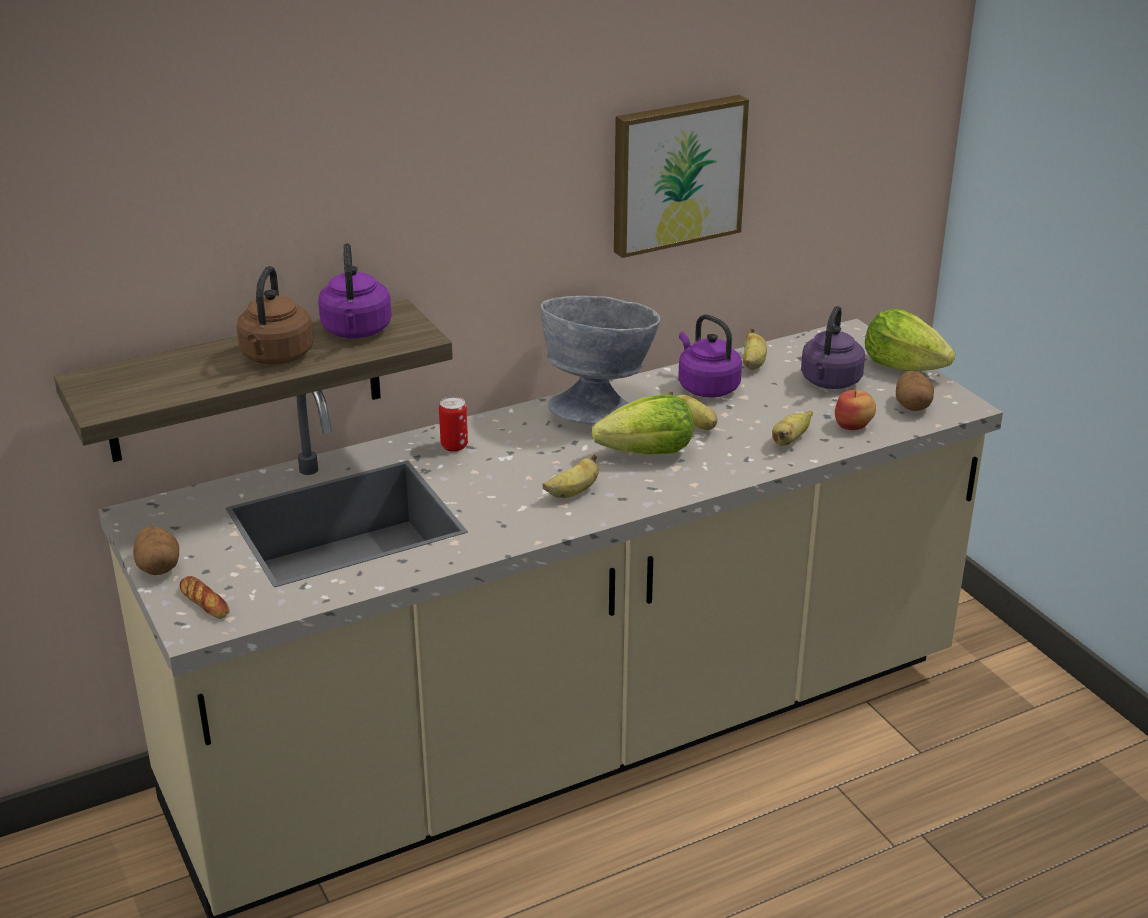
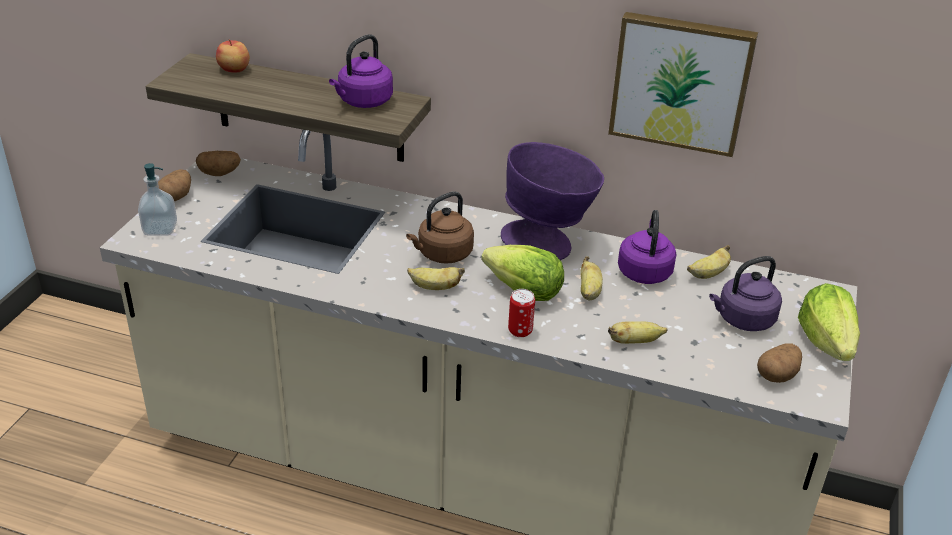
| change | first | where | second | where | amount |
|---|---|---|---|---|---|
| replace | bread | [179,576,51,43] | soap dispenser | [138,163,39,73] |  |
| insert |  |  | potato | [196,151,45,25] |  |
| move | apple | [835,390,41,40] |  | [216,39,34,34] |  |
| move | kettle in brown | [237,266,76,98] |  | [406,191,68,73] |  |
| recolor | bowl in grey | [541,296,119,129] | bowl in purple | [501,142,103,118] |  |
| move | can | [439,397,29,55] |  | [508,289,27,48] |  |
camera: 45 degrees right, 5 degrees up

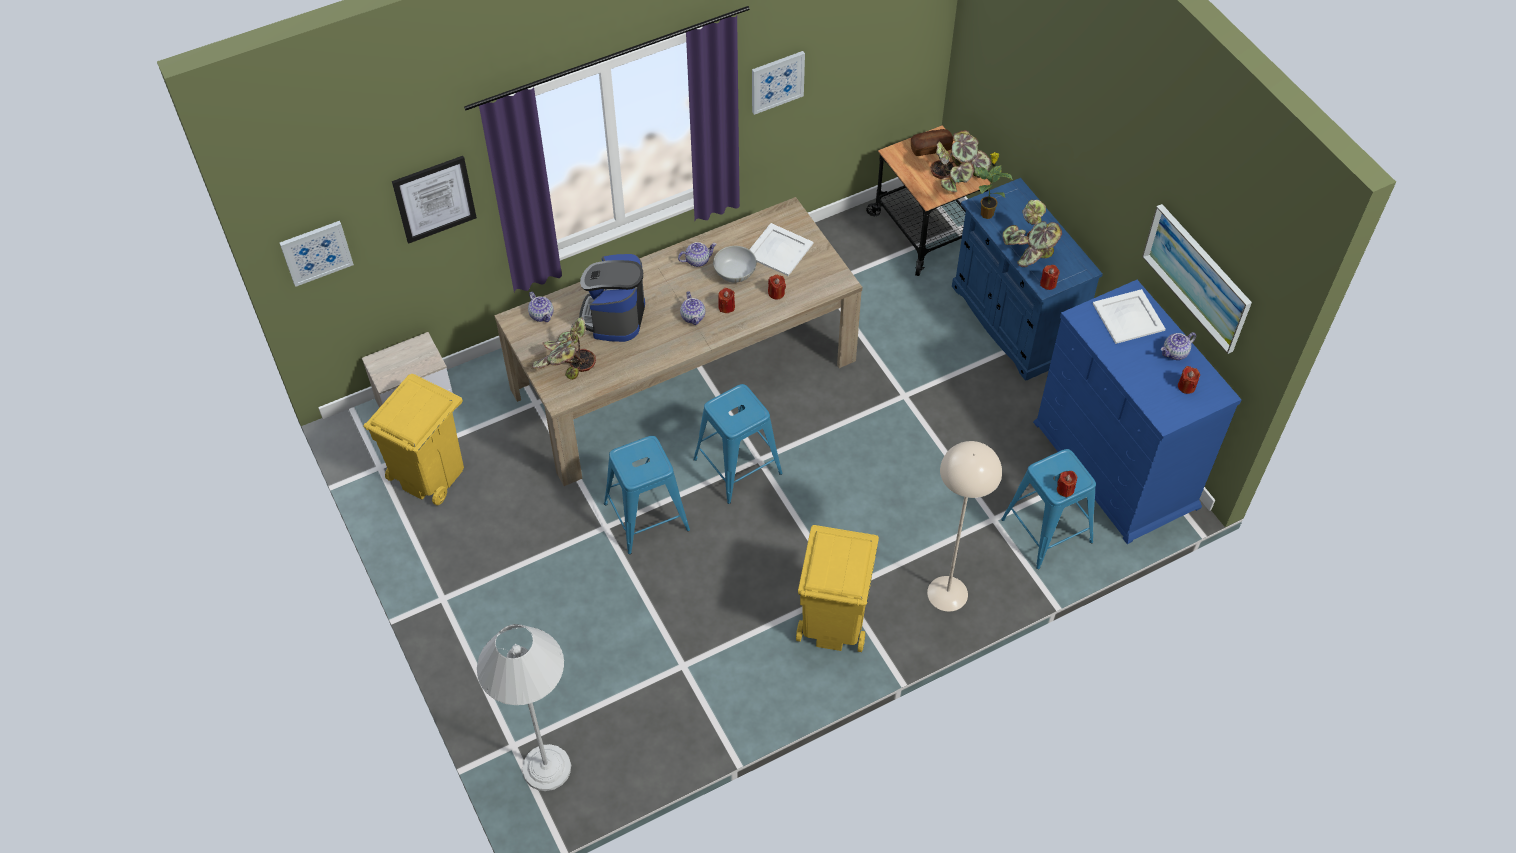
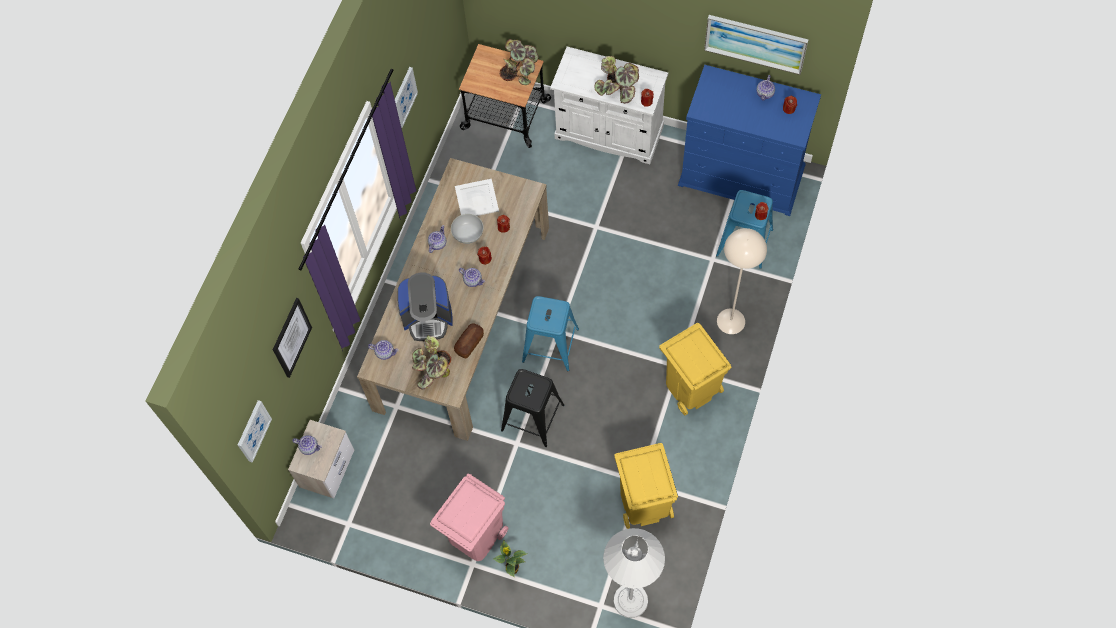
| change | first | where | second | where | amount |
|---|---|---|---|---|---|
| insert |  |  | teapot | [292,435,30,20] |  |
| rotate | coffee machine | [579,254,66,88] |  | [397,272,56,69] | 60 degrees counterclockwise |
| insert |  |  | trash can in pink | [430,473,78,88] |  |
| move | bread | [911,129,42,27] |  | [454,323,30,35] |  |
| move | potted plant | [976,152,37,67] |  | [493,540,34,37] |  |
| recolor | stool in blue | [604,436,86,118] | stool in black | [501,369,63,78] |  |
| recolor | cabinet in blue | [952,178,151,203] | cabinet in white | [550,47,118,117] |  |
| move | trash can in yellow | [363,374,101,131] |  | [614,443,64,86] |  |
| delete | tray in white | [1093,289,73,55] |  |  |  |
camera: 40 degrees left, 10 degrees up

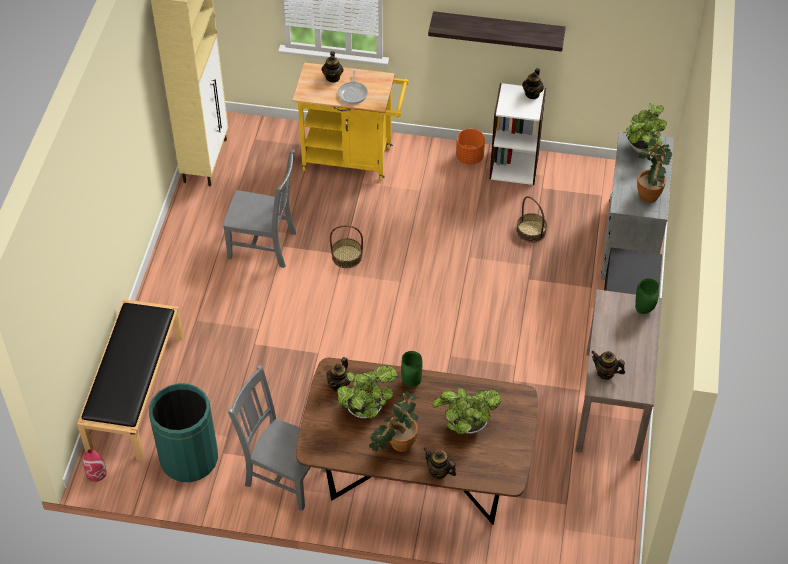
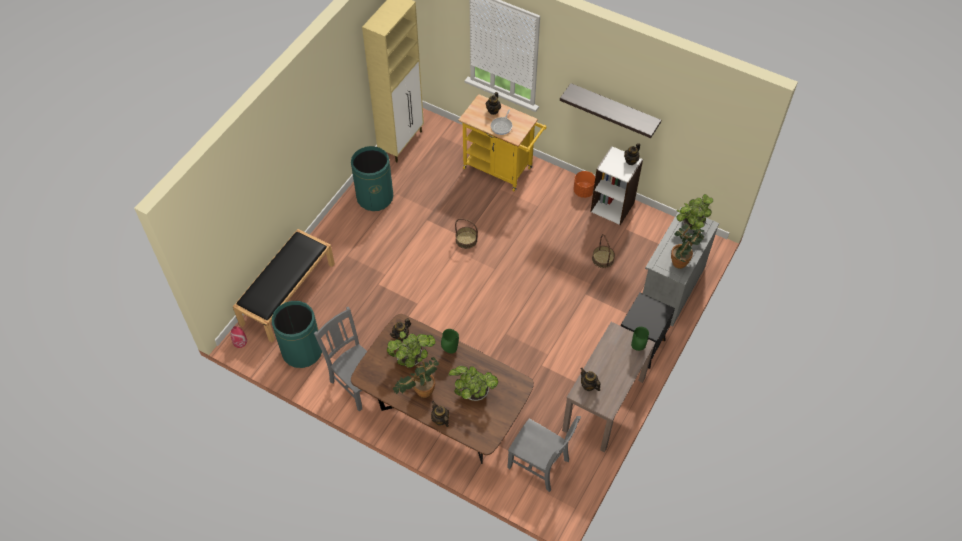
| change | first | where | second | where | amount |
|---|---|---|---|---|---|
| insert |  |  | trash can in green | [351,146,42,65] |  |
| move | chair in grey | [223,150,73,118] |  | [507,416,74,76] |  |
camera: 20 degrees right, 5 degrees up

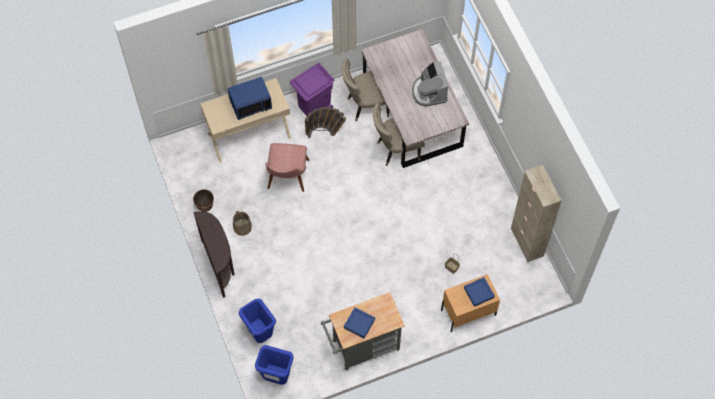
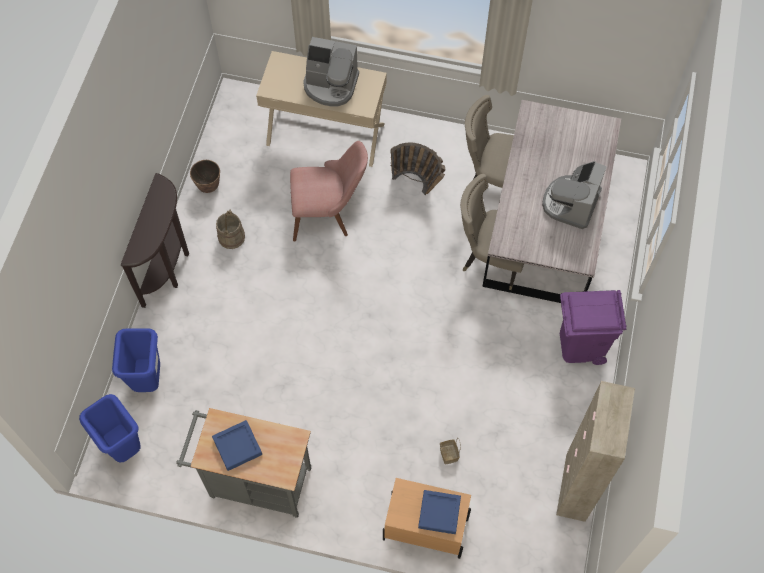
| change | first | where | second | where | amount |
|---|---|---|---|---|---|
| rotate | chair in pink | [266,143,43,49] |  | [290,141,78,100] | 135 degrees counterclockwise |
| replace | microwave in blue | [228,77,44,43] | coffee machine | [303,37,56,70] |  |
| move | trash can in purple | [289,62,45,54] |  | [560,290,67,75] |  |
camera: 35 degrees right, 0 degrees up

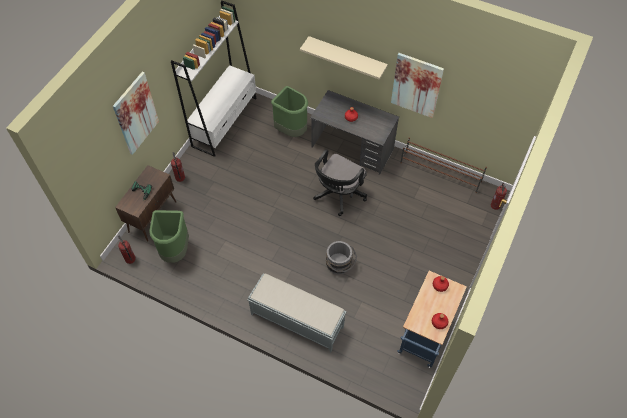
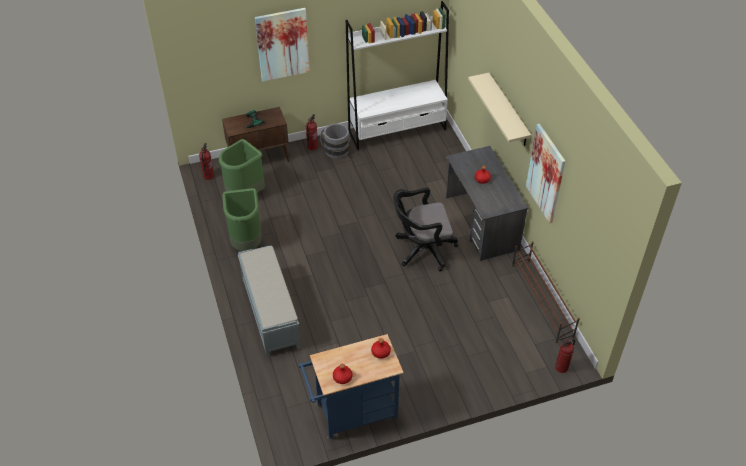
| change | first | where | second | where | amount |
|---|---|---|---|---|---|
| move | trash can in green | [271,86,37,51] |  | [222,188,40,63] |  |
| move | bucket in grey | [326,241,31,33] |  | [320,123,31,36] |  |
camera: 45 degrees right, 10 degrees down

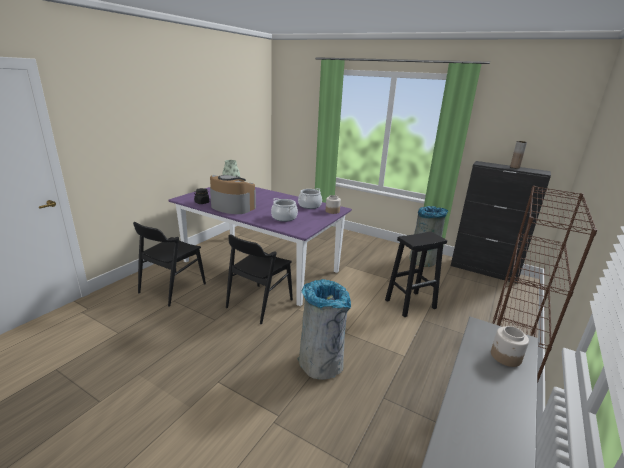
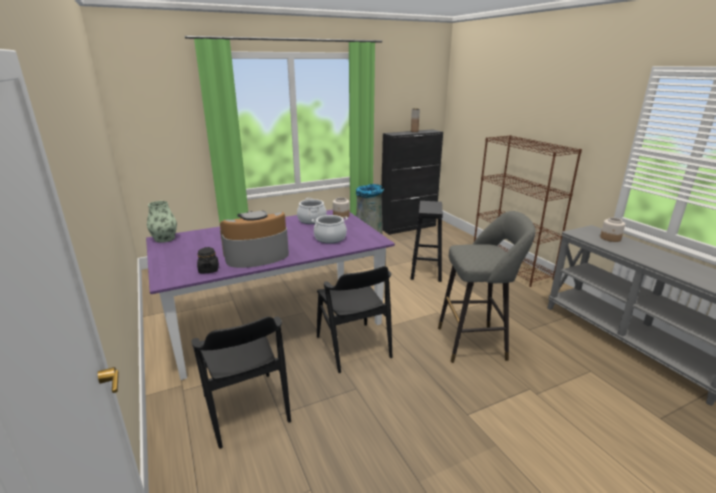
| change | first | where | second | where | amount |
|---|---|---|---|---|---|
| replace | trash can in grey | [297,279,54,101] | stool in grey | [438,211,98,152] |  |
camera: 55 degrees left, 0 degrees up

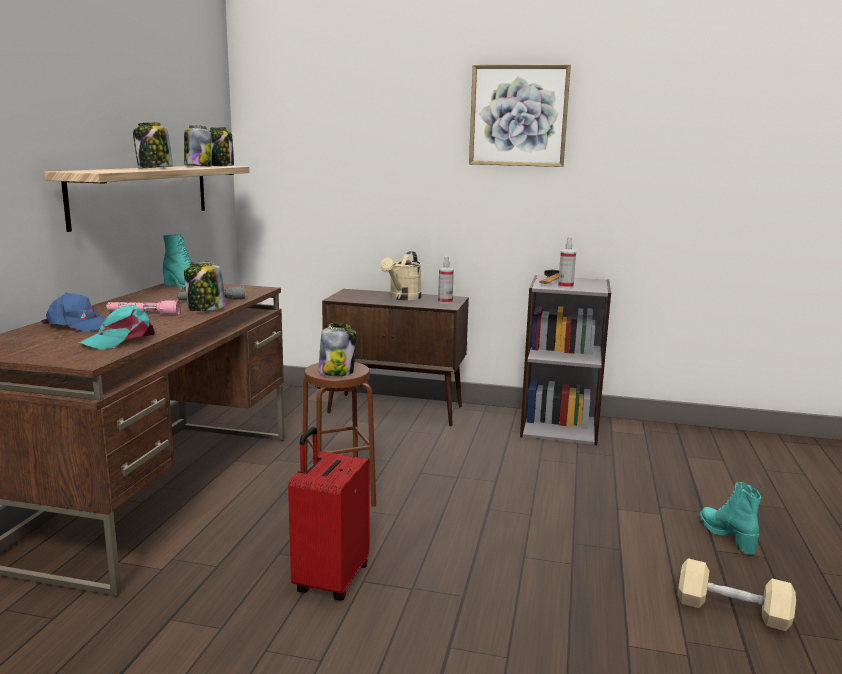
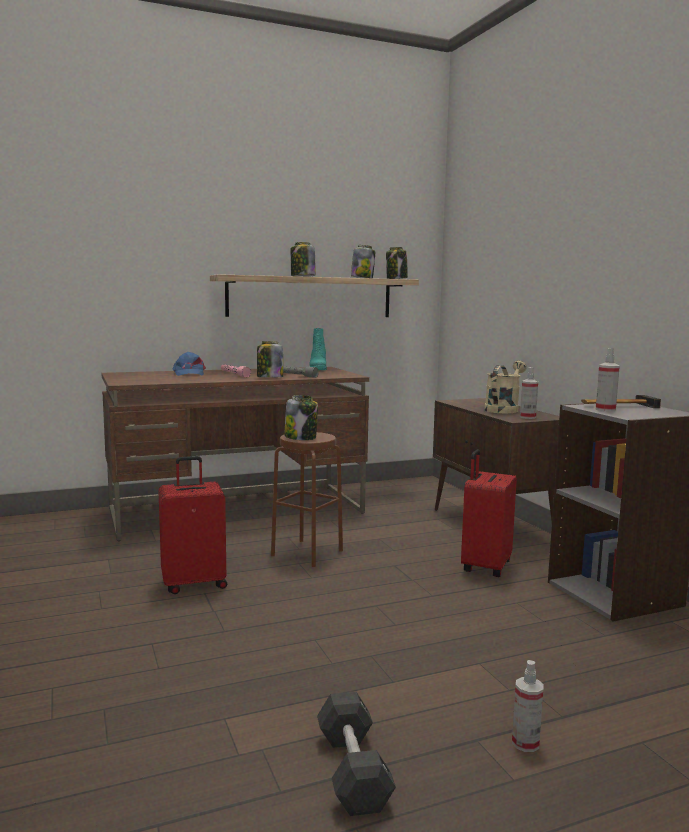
| change | first | where | second | where | amount |
|---|---|---|---|---|---|
| recolor | dumbbell in beige | [678,558,118,73] | dumbbell in black | [317,692,79,124] |  |
| insert |  |  | suitcase in red | [461,449,56,128] |  |
| rotate | watering can in beige | [380,251,41,49] |  | [484,360,43,53] | 135 degrees clockwise |
| replace | boot in turquoise | [700,482,61,73] | spray bottle | [512,660,32,92] |  |
| delete | cap in turquoise | [79,305,76,45] |  |  |  |
| delete | picture | [469,65,102,102] |  |  |  |
camera: 55 degrees right, 5 degrees down

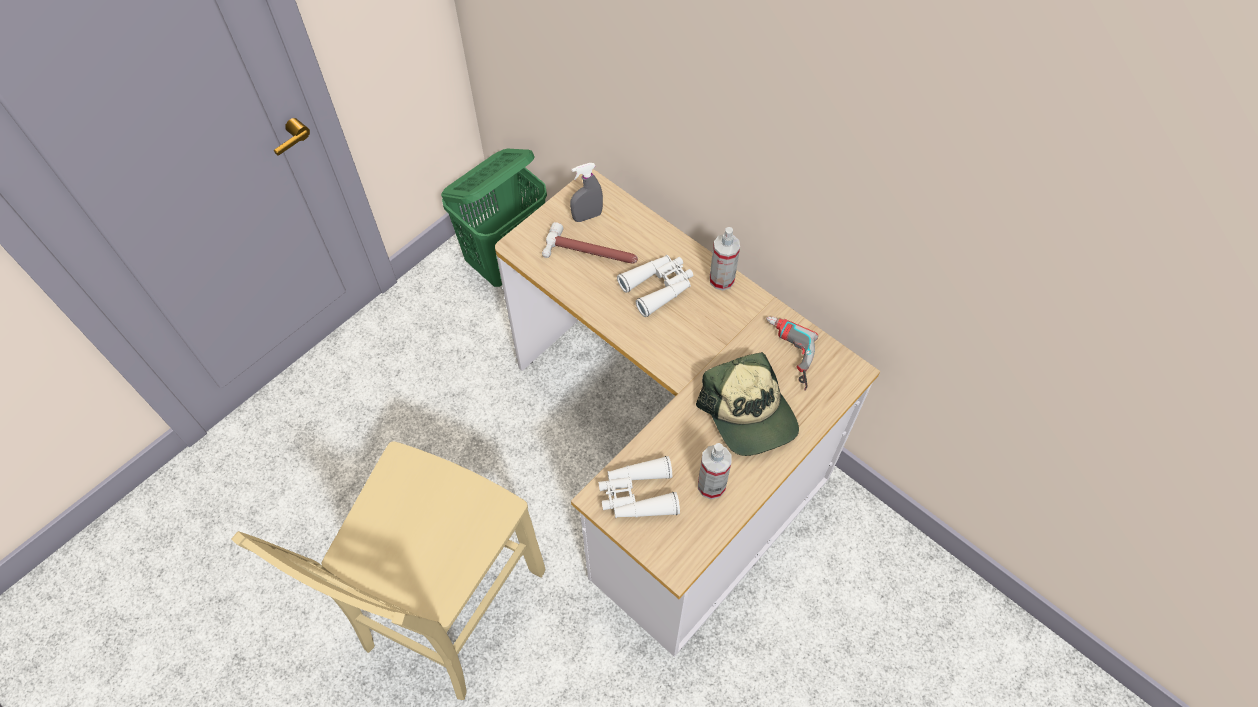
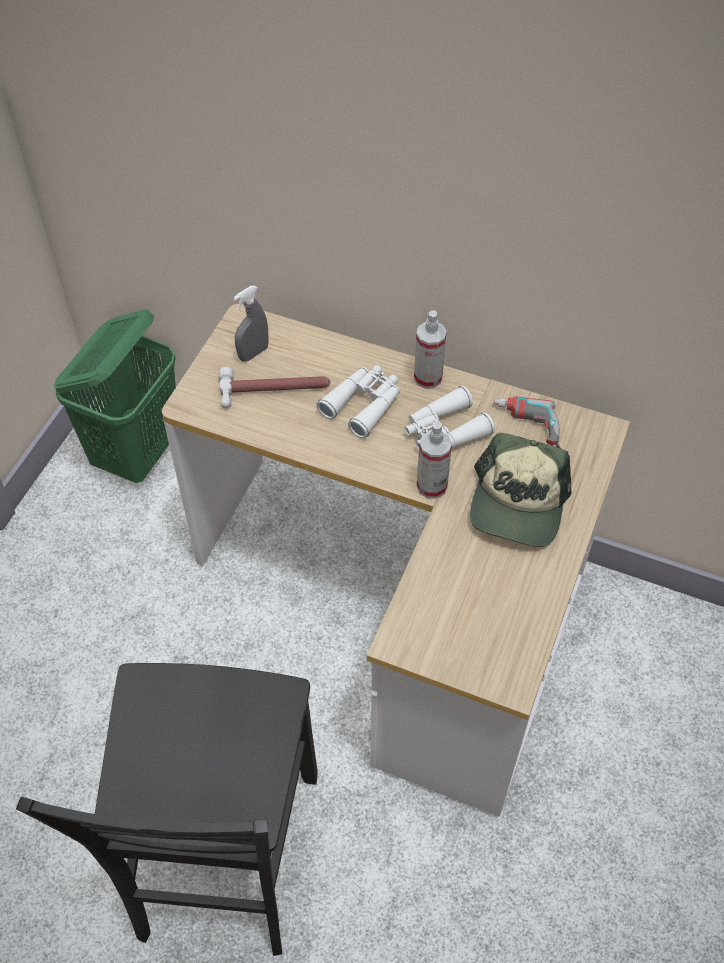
| change | first | where | second | where | amount |
|---|---|---|---|---|---|
| recolor | chair in beige | [232,441,313,259] | chair in black | [16,663,302,293] |  |
| move | binoculars in white | [599,456,81,62] |  | [404,386,91,64] |  |
| move | spray bottle | [698,443,34,56] |  | [417,421,35,78] |  |
| rotate | cap | [696,352,103,104] |  | [470,433,101,114] | 60 degrees clockwise |
camera: 20 degrees left, 5 degrees down

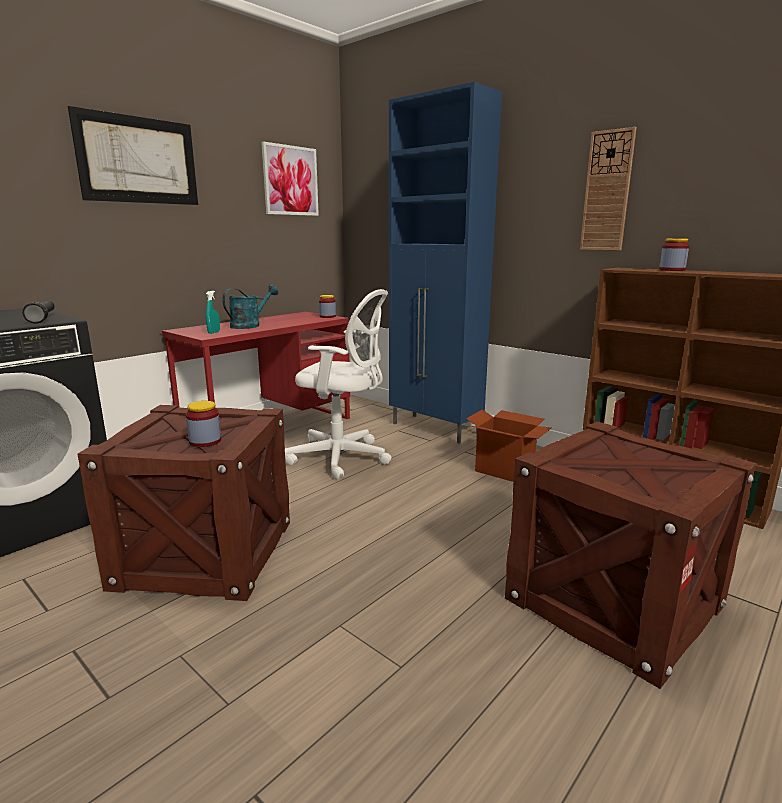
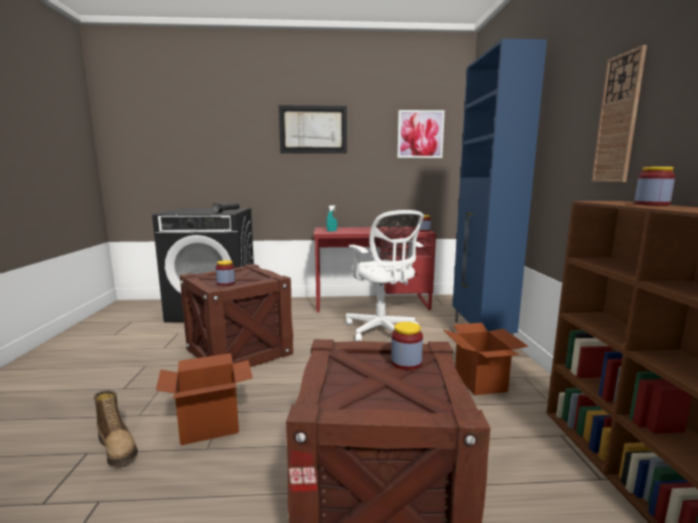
| change | first | where | second | where | amount |
|---|---|---|---|---|---|
| insert |  |  | boot | [94,390,44,76] |  |
| insert |  |  | cardboard box | [156,353,97,92] |  |
| insert |  |  | jar | [391,322,32,48] |  |
| delete | watering can in turquoise | [222,285,56,44] |  |  |  |
camera: 45 degrees right, 5 degrees down

